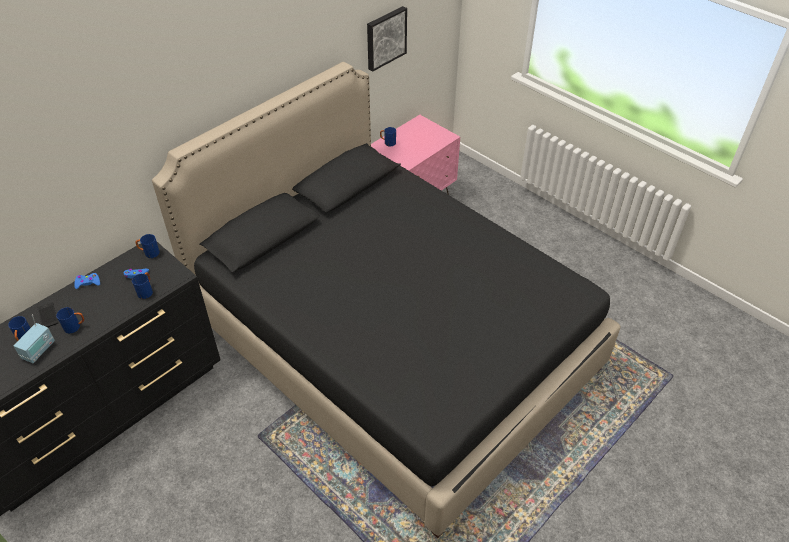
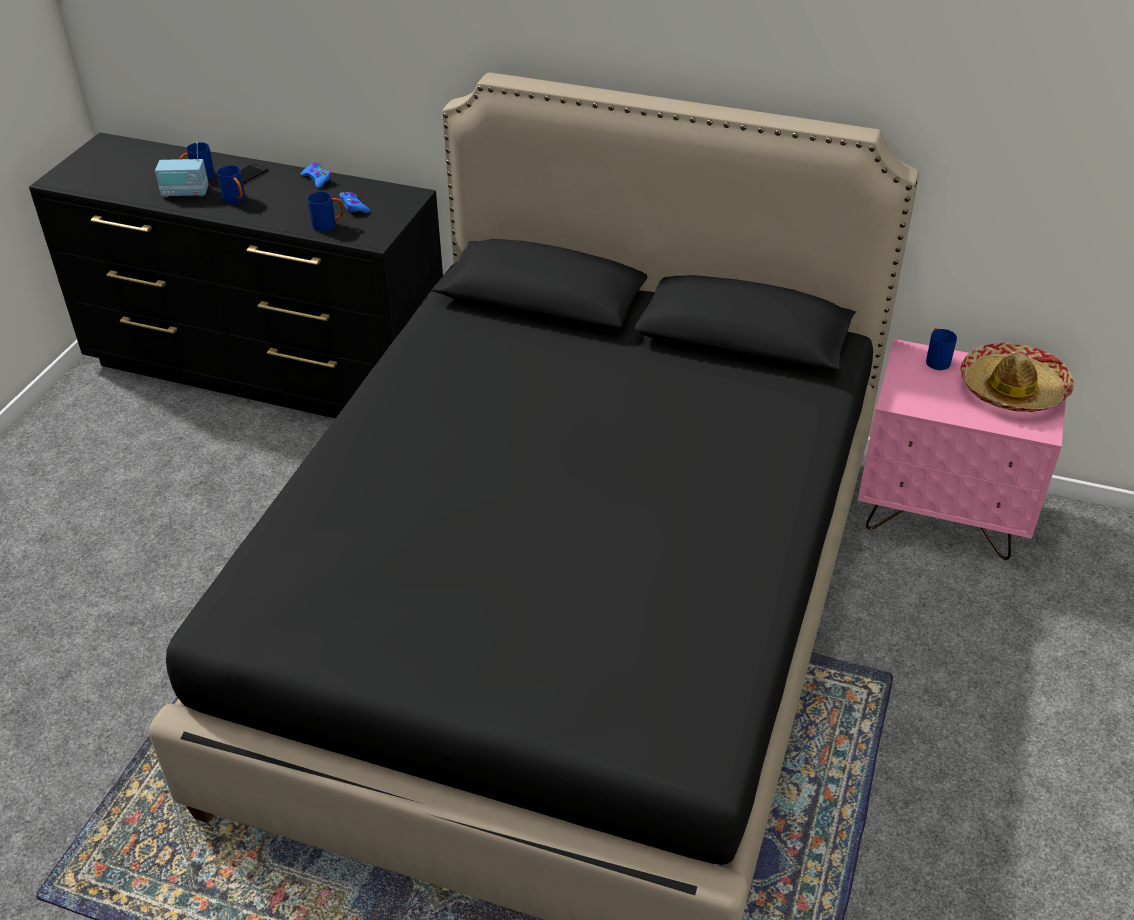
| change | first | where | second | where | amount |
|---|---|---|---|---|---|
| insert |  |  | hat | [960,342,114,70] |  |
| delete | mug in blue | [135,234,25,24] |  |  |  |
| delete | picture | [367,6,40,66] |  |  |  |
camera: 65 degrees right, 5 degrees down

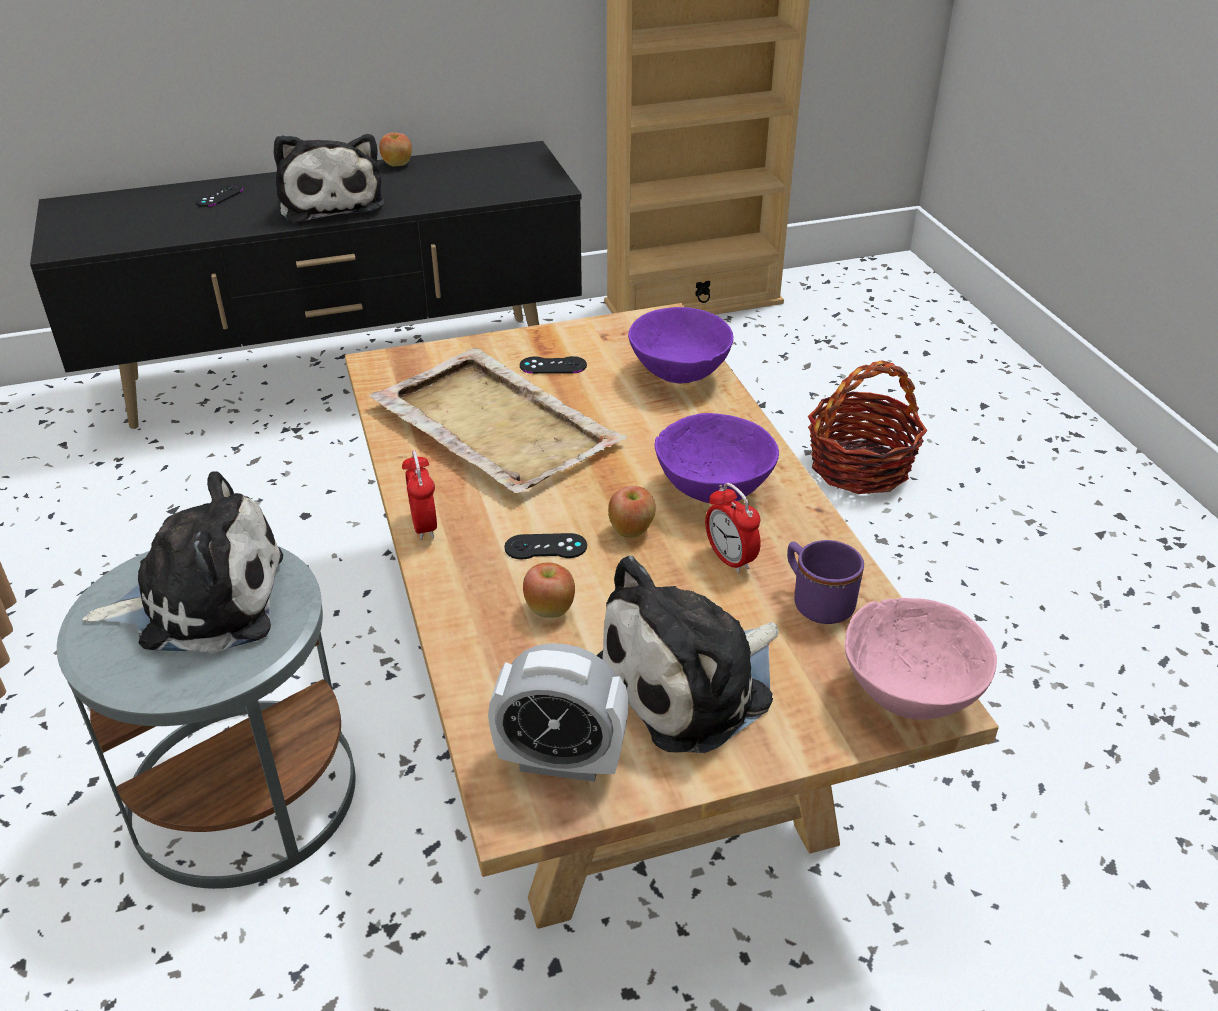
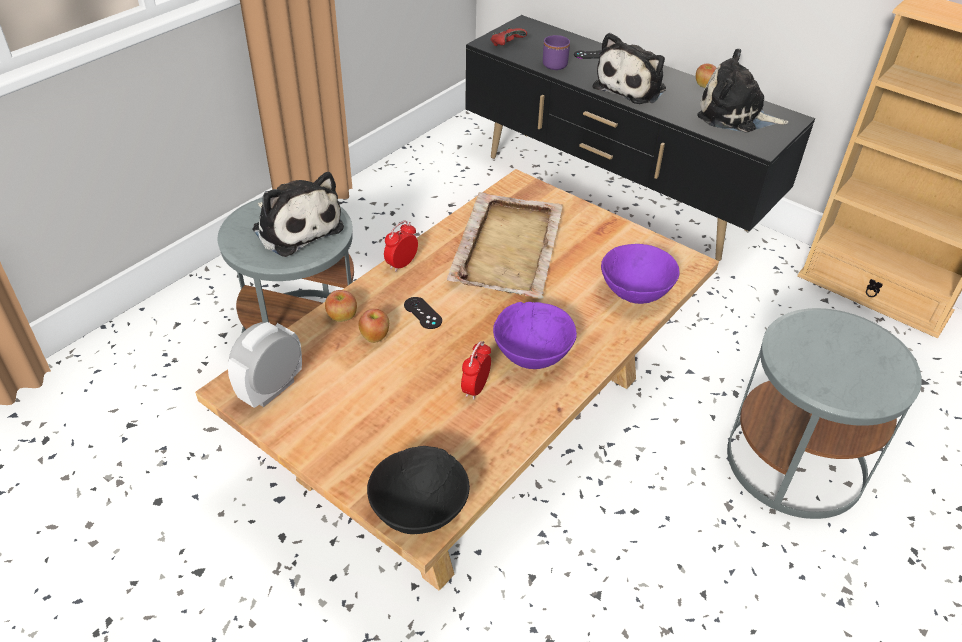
| change | first | where | second | where | amount |
|---|---|---|---|---|---|
| rotate | alarm clock | [488,643,141,139] |  | [228,322,74,86] | 60 degrees clockwise |
| move | apple | [608,486,48,52] |  | [325,290,32,32] |  |
| recolor | bowl in pink | [845,598,152,122] | bowl in black | [367,446,103,88] |  |
| insert |  |  | game controller in red | [491,27,36,19] |  |
| move | mug in purple | [787,540,77,84] |  | [543,35,27,35] |  |
| move | plush toy | [596,556,183,197] |  | [697,49,92,84] |  |
| replace | basket | [808,361,119,133] | side table in grey | [727,308,195,211] |  |
| delete | game controller in black | [520,356,67,18] |  |  |  |
camera: 55 degrees right, 5 degrees up

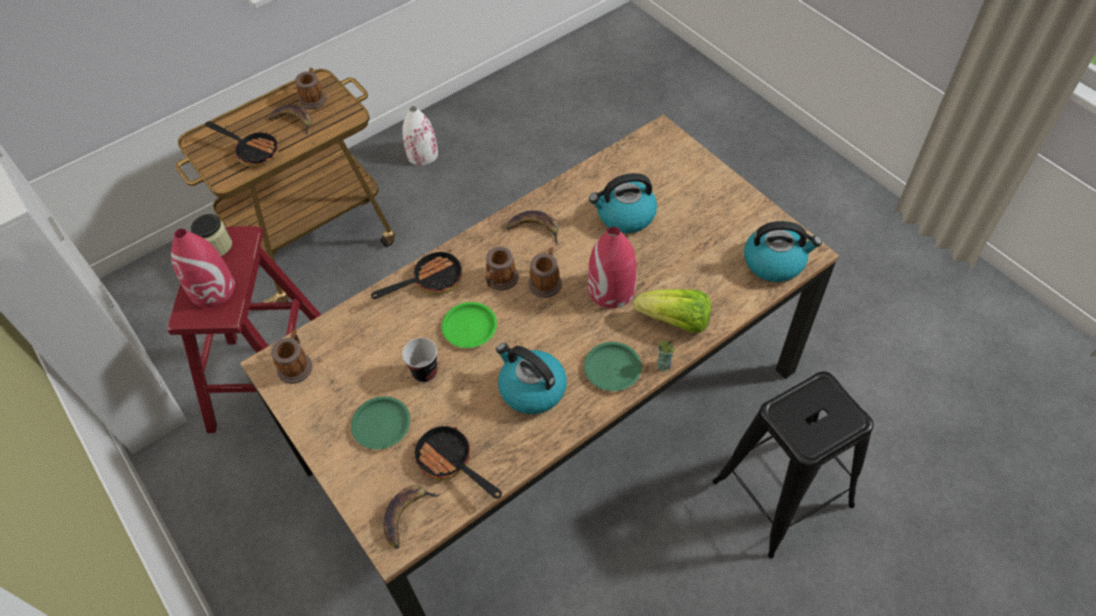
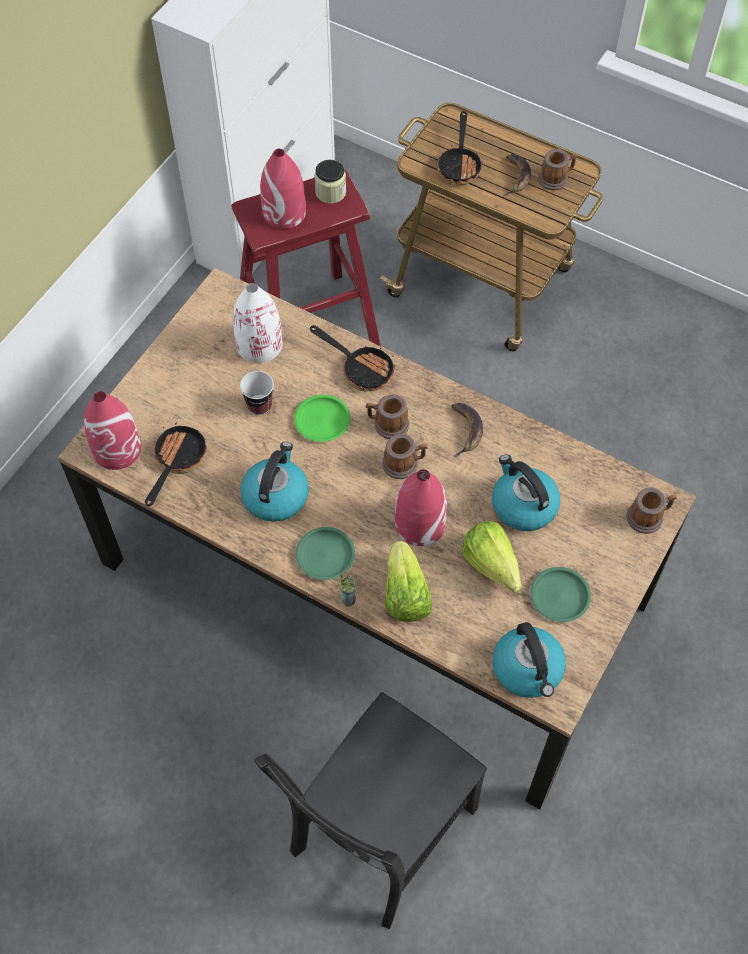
| change | first | where | second | where | amount |
|---|---|---|---|---|---|
| replace | banana | [383,485,56,64] | vase in red | [84,391,57,79] |  |
| move | vase in white | [403,106,35,60] |  | [233,283,50,80] |  |
| replace | stool in black | [713,371,161,188] | chair in black | [254,692,233,237] |  |
| insert |  |  | lettuce | [462,521,59,72] |  |
| move | plate in green | [351,396,59,53] |  | [530,567,61,55] |  |
| move | mug | [271,330,42,54] |  | [626,487,51,47] |  |
camera: 65 degrees right, 5 degrees up

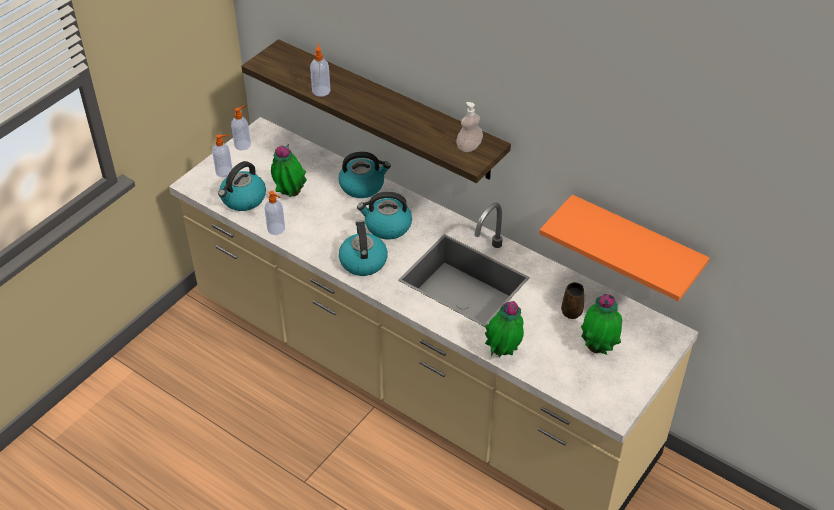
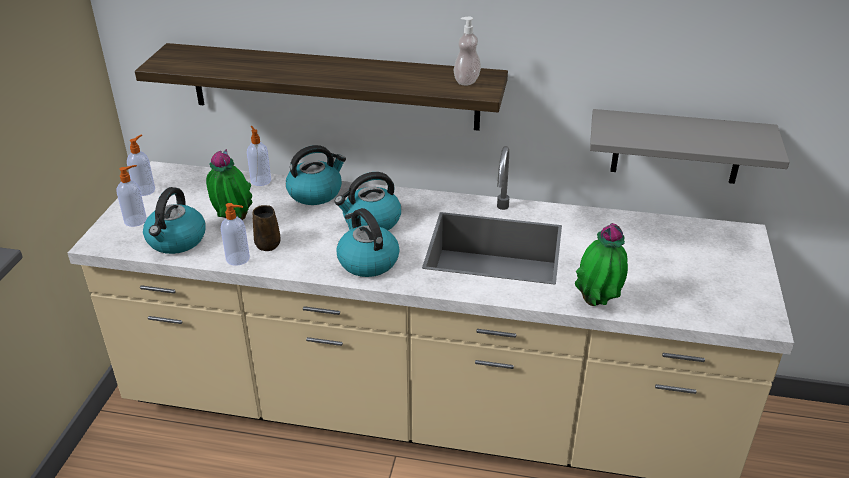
| change | first | where | second | where | amount |
|---|---|---|---|---|---|
| move | soap dispenser | [310,43,20,54] |  | [247,126,24,60] |  |
| move | mug in brown | [561,282,23,37] |  | [252,205,29,46] |  |
| recolor | shelf in orange | [539,195,170,106] | shelf in grey | [590,109,200,75] |  |
| delete | potted plant | [581,294,41,61] |  |  |  |
camera: 25 degrees left, 10 degrees down

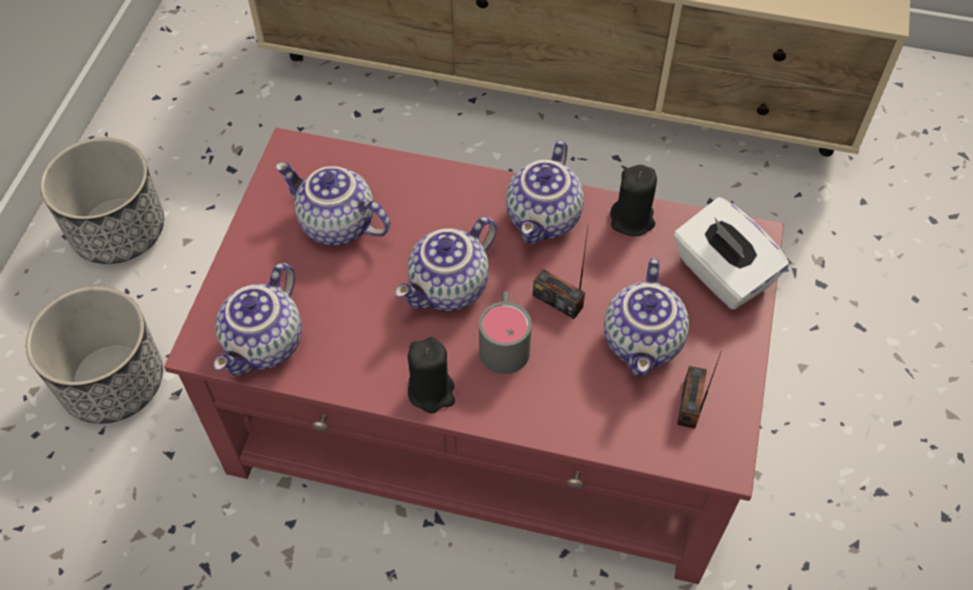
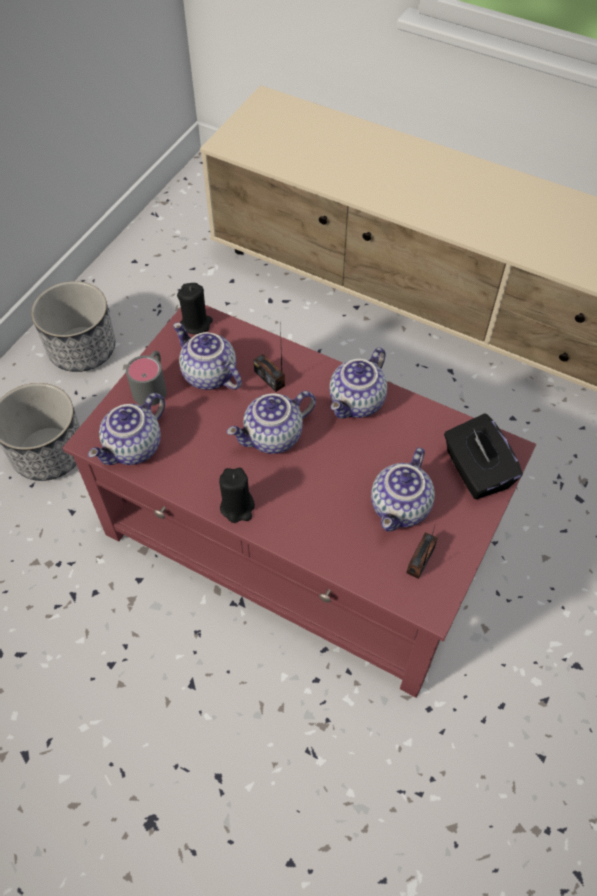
| change | first | where | second | where | amount |
|---|---|---|---|---|---|
| move | mug in grey | [479,291,53,83] |  | [126,351,41,55] |  |
| move | candle in black | [610,165,47,71] |  | [177,283,36,51] |  |
| move | radio | [533,228,55,91] |  | [253,321,32,71] |  |
| recolor | tissue box in white | [674,197,115,113] | tissue box in black | [444,413,79,86] |  |
camera: 15 degrees right, 0 degrees up

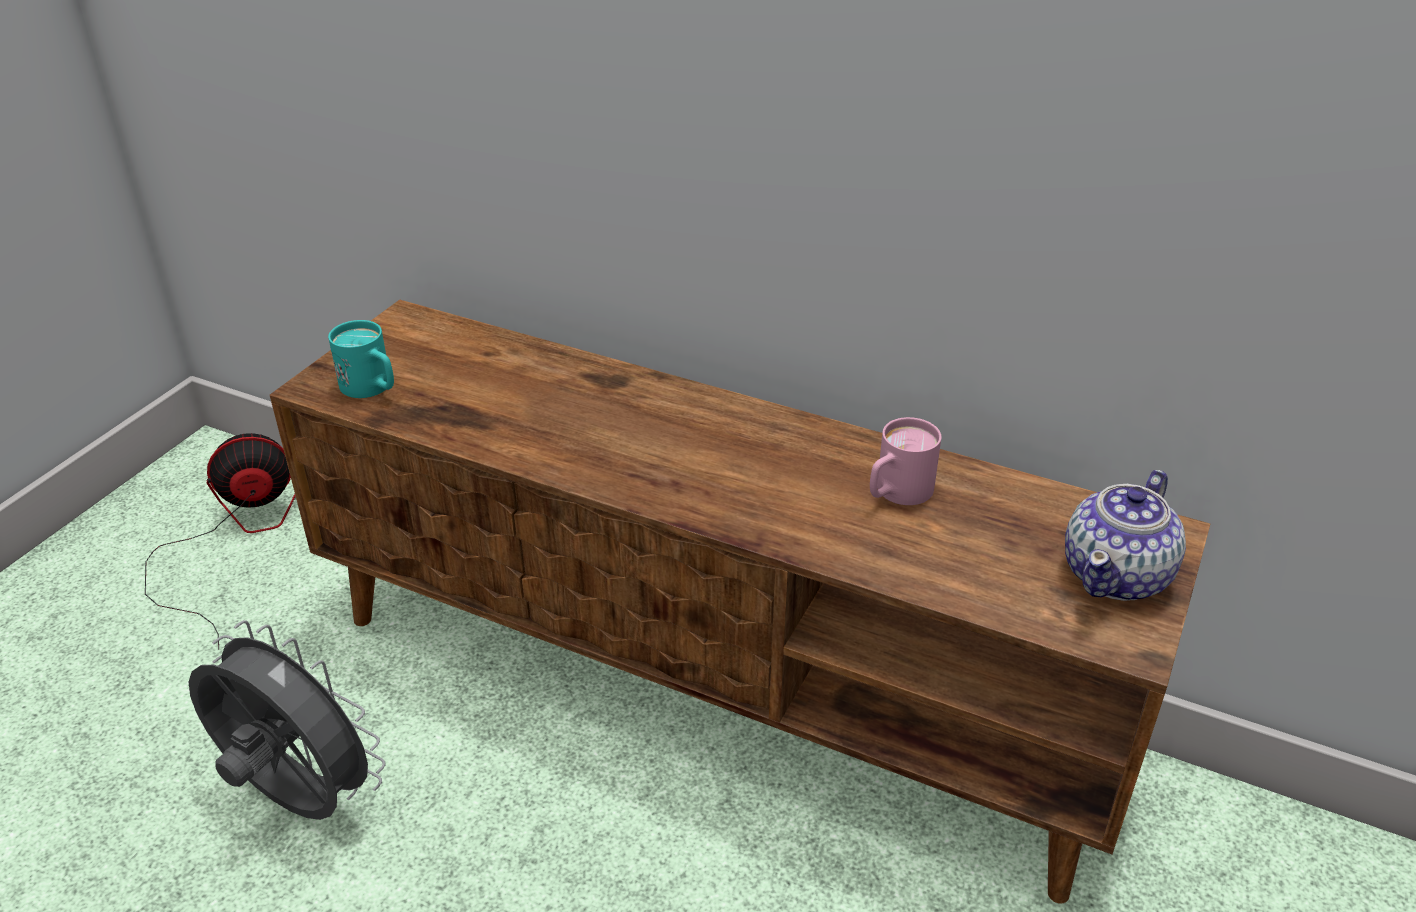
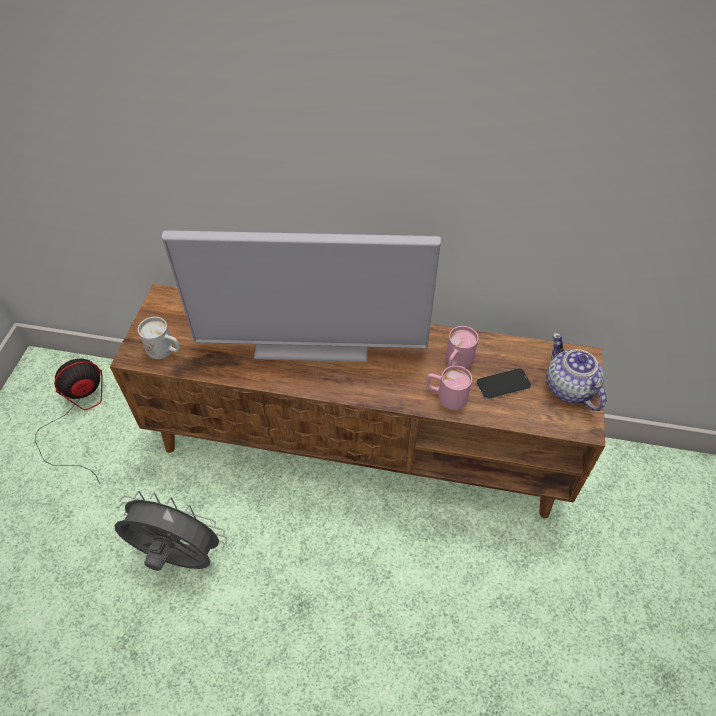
| change | first | where | second | where | amount |
|---|---|---|---|---|---|
| recolor | mug in turquoise | [328,320,66,78] | mug in white | [138,317,42,42] |  |
| insert |  |  | television | [162,230,279,132] |  |
| insert |  |  | mug in pink | [426,366,46,44] |  |
| insert |  |  | phone | [476,368,55,31] |  |
| rotate | teapot | [1065,470,121,131] |  | [546,333,60,78] | 135 degrees clockwise |
camera: 15 degrees left, 15 degrees up

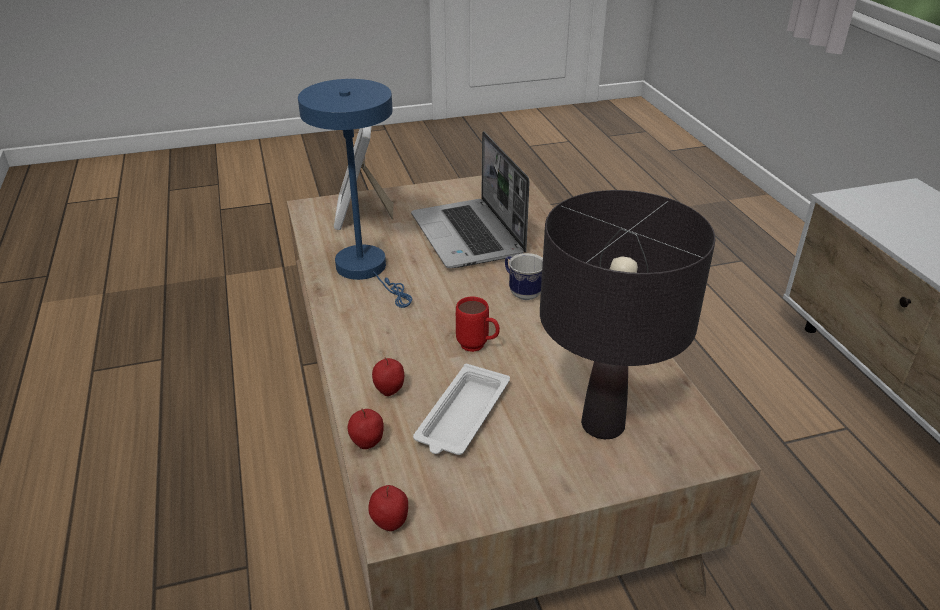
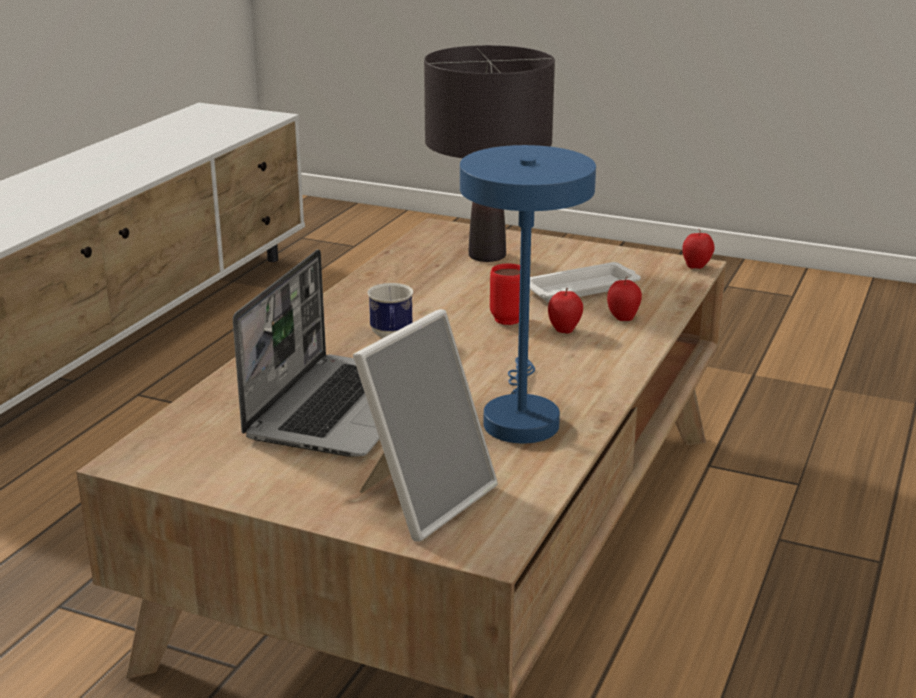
| change | first | where | second | where | amount |
|---|---|---|---|---|---|
| move | apple | [348,409,36,40] |  | [548,288,35,45] |  |
camera: 140 degrees left, 10 degrees down

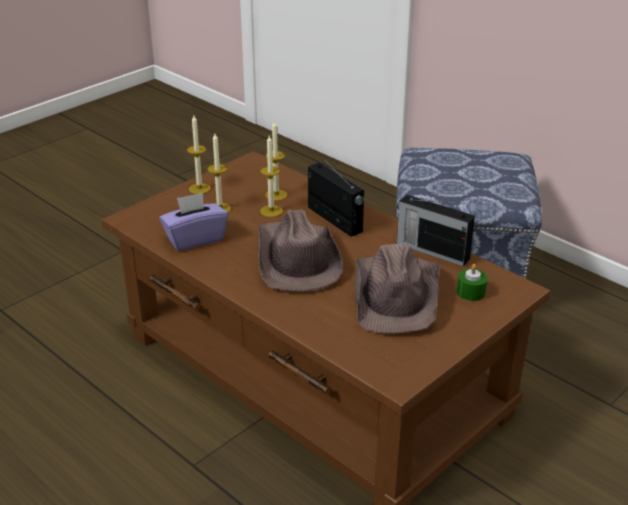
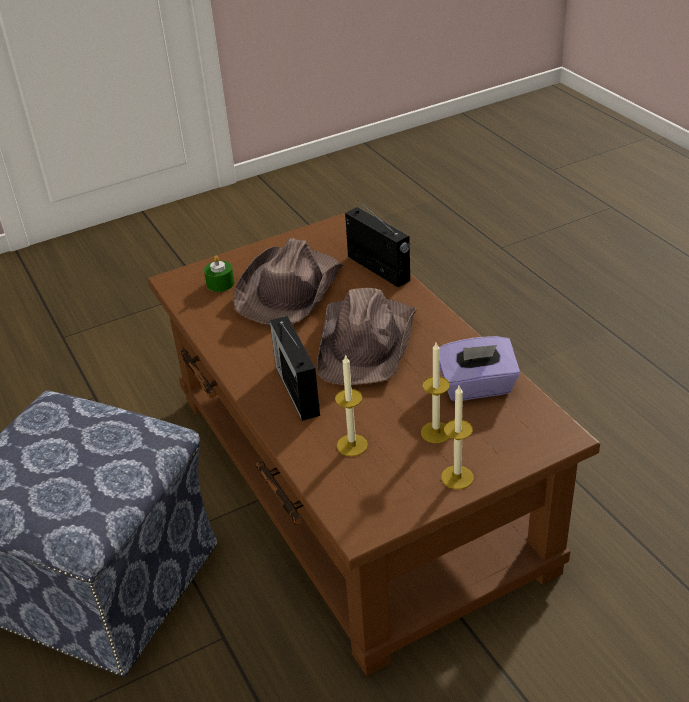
| change | first | where | second | where | amount |
|---|---|---|---|---|---|
| move | radio | [397,195,78,71] |  | [345,200,65,87] |  |
| delete | candle | [260,136,23,81] |  |  |  |
camera: 160 degrees left, 5 degrees up

